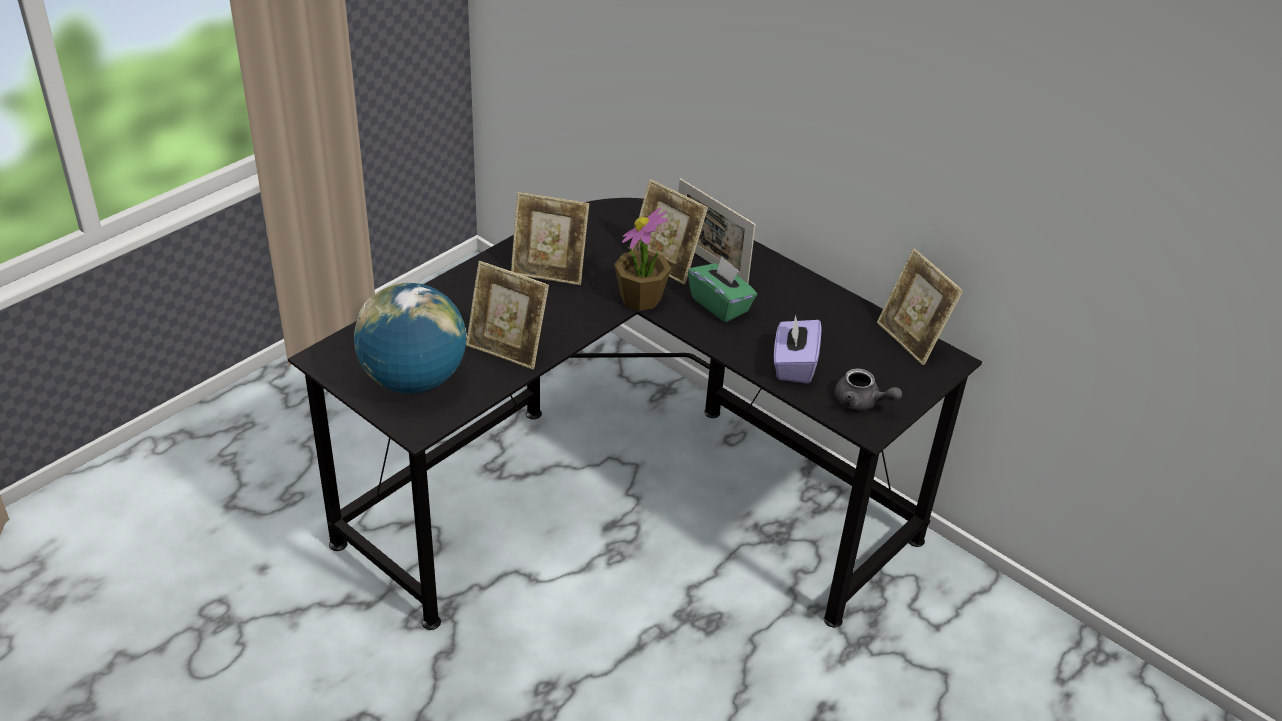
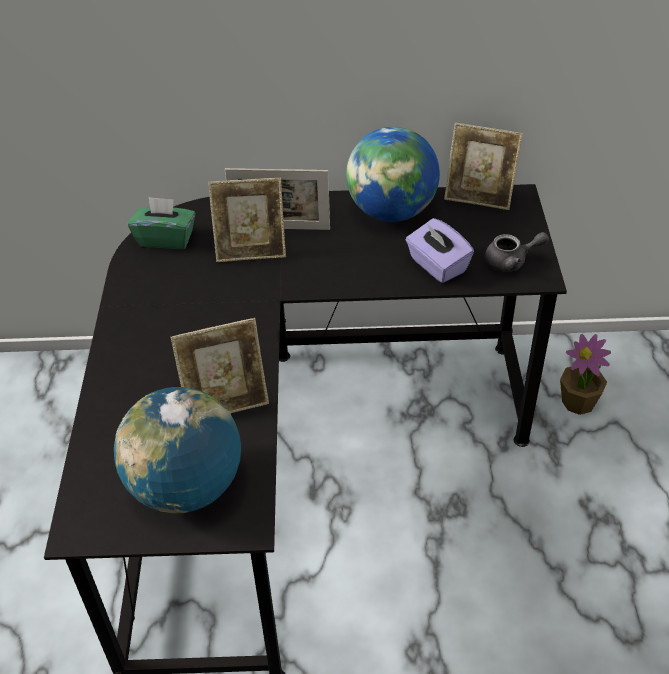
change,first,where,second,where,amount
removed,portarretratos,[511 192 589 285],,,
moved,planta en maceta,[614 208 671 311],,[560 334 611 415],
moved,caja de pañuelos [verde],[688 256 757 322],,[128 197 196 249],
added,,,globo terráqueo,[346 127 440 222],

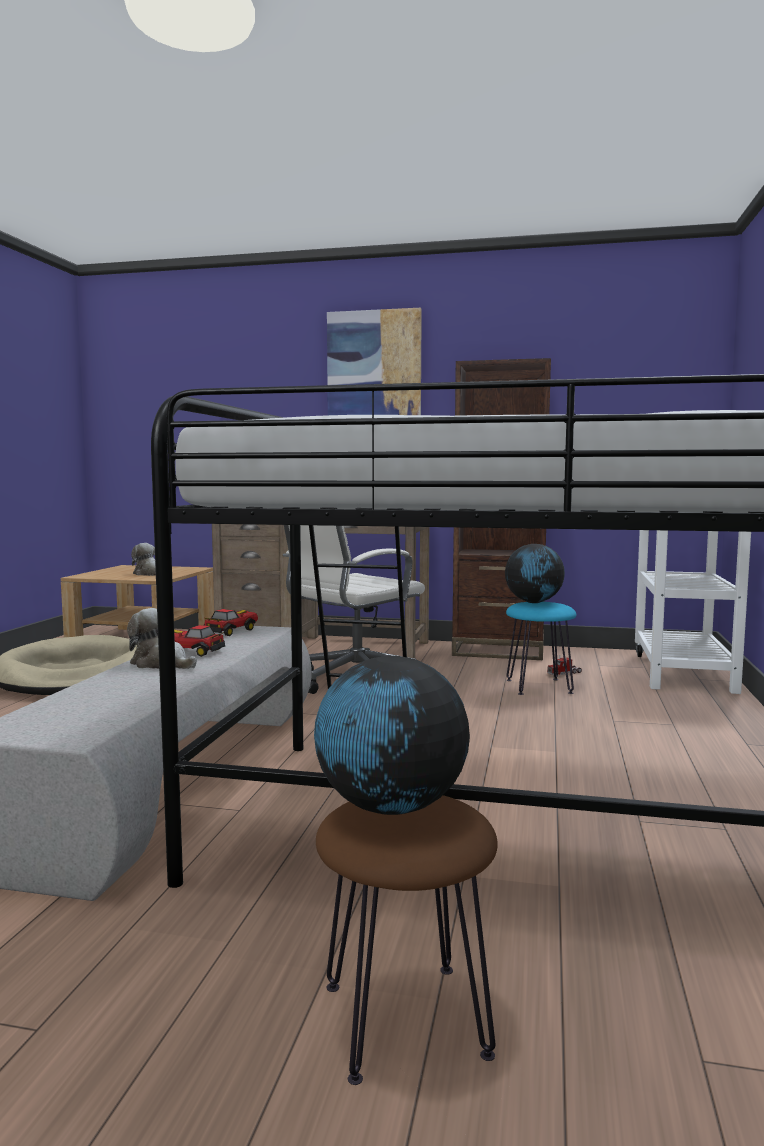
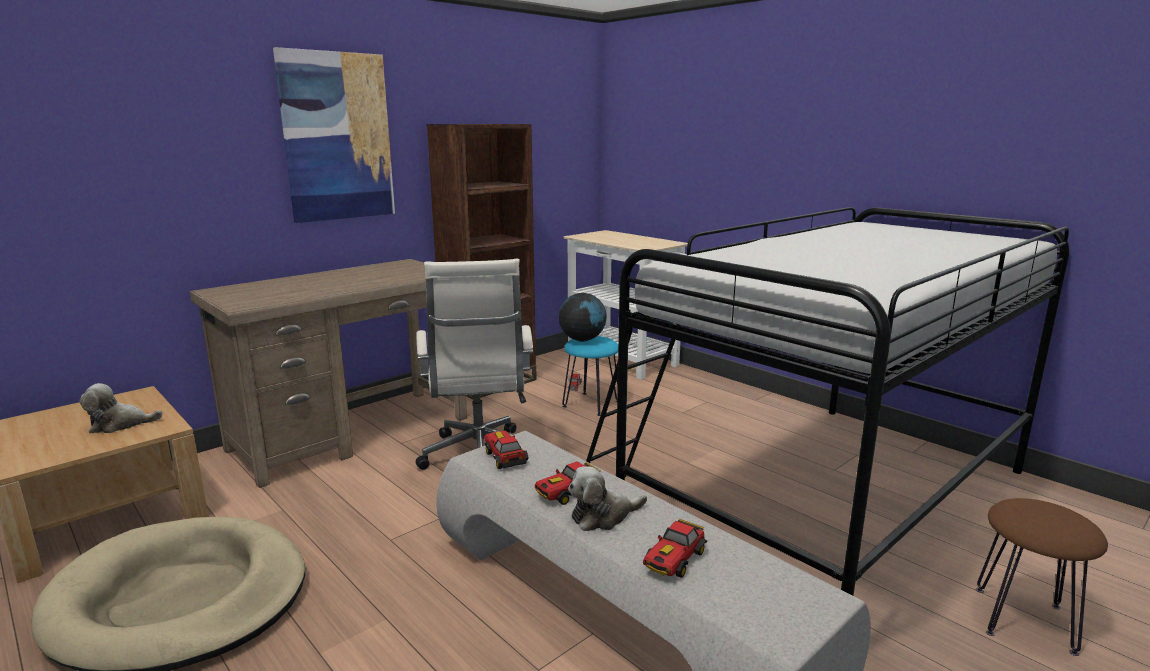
change,first,where,second,where,amount
removed,globo terráqueo,[314 656 470 815],,,
added,,,coche de juguete,[643 519 708 578],

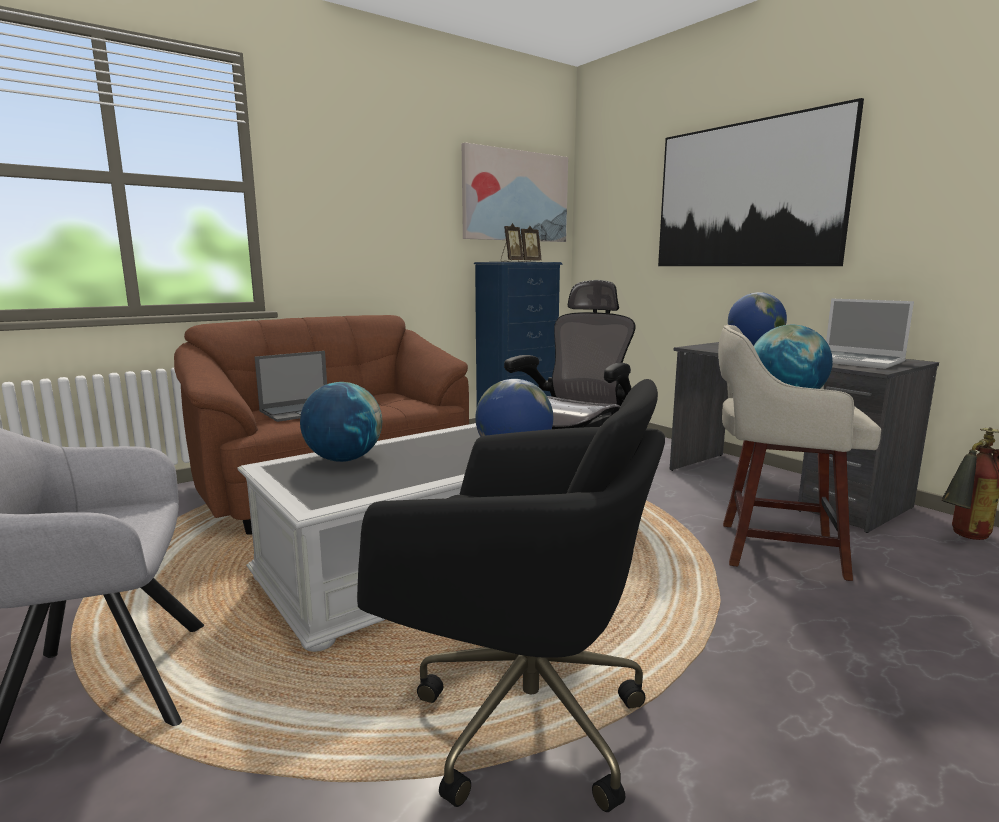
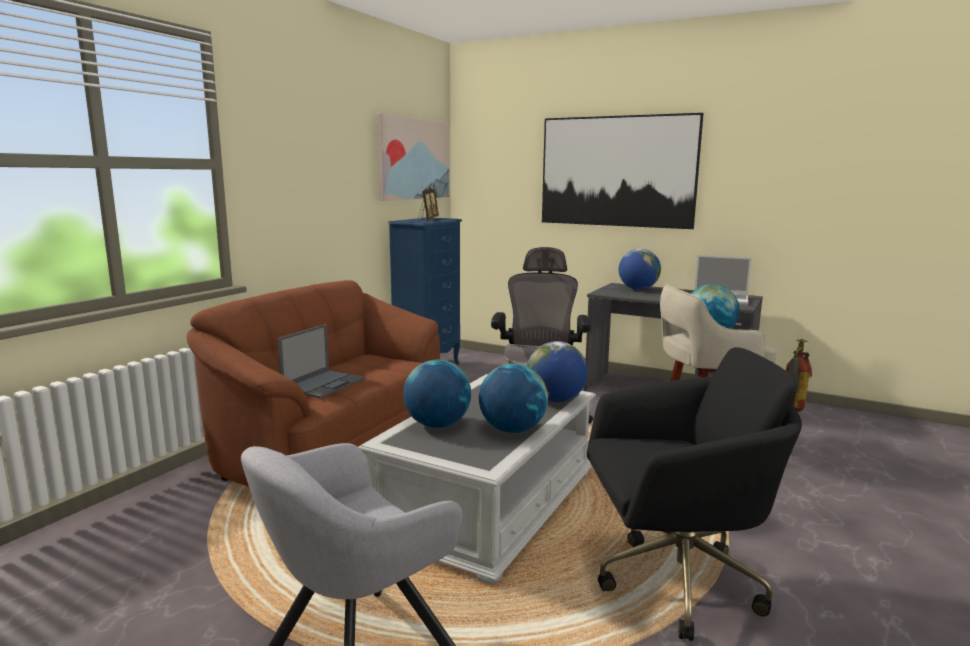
change,first,where,second,where,amount
added,,,globo terráqueo,[479 363 548 433],

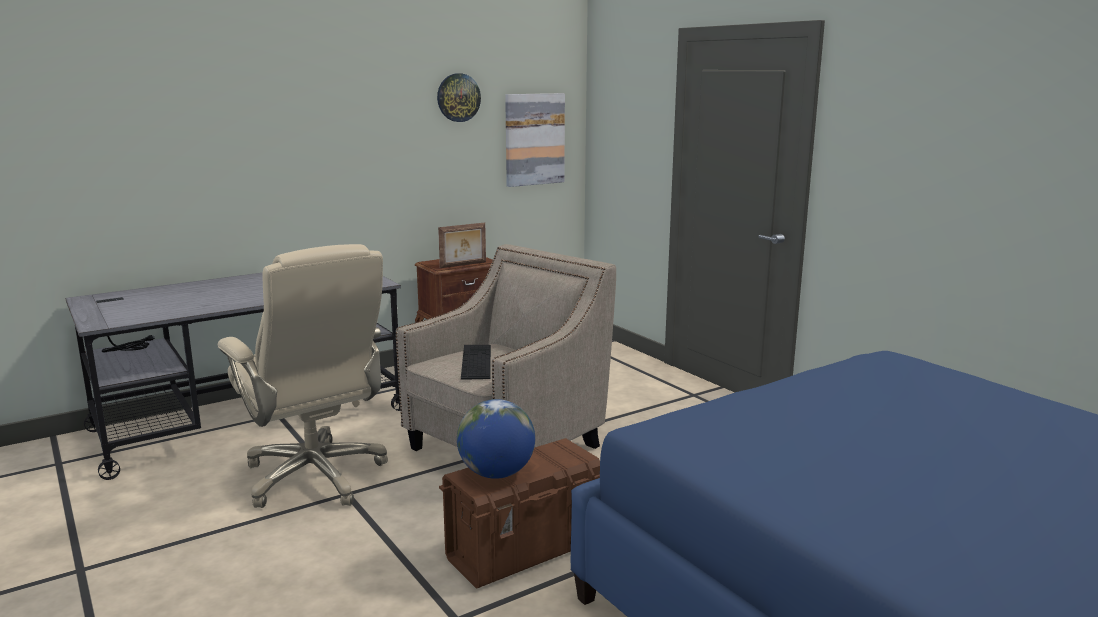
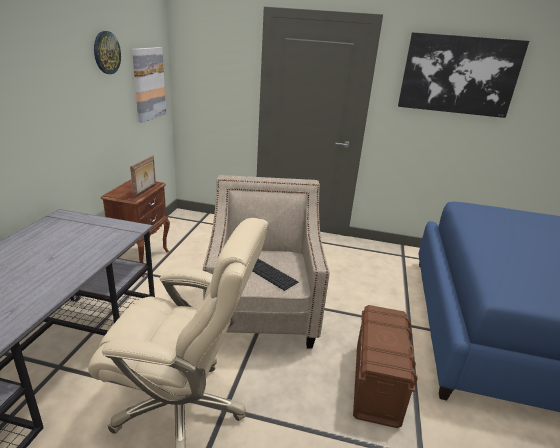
change,first,where,second,where,amount
removed,globo terráqueo,[457 399 535 479],,,
added,,,cuadro,[398 32 529 118],

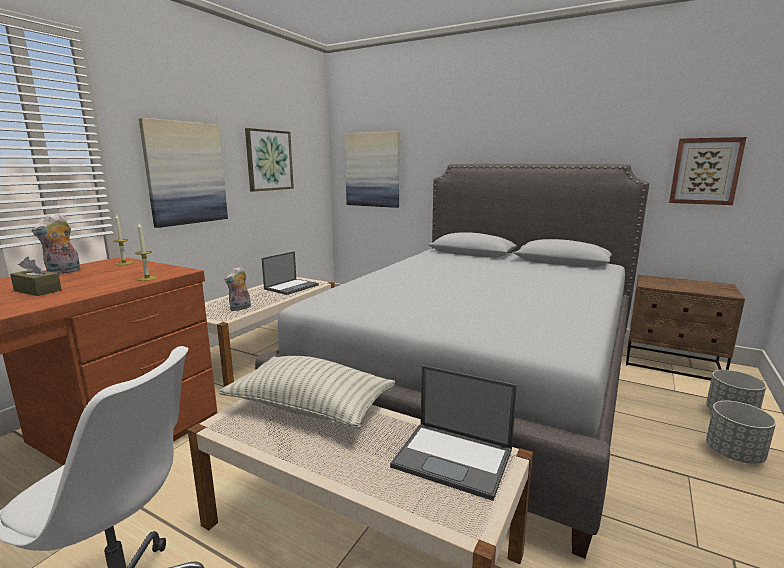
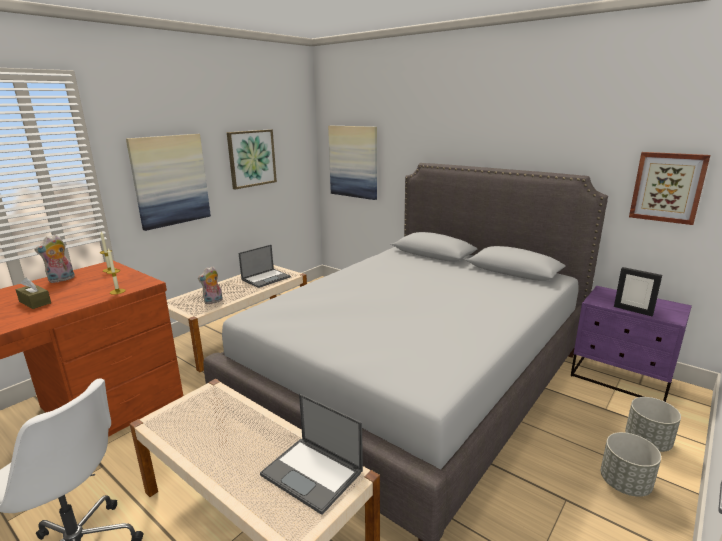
change,first,where,second,where,amount
recoloured,mesita de noche [marrón],[626 275 745 381],mesita de noche [morado],[571 286 692 402],
removed,cojín,[219 356 395 429],,,
added,,,portarretratos,[614 267 662 316],

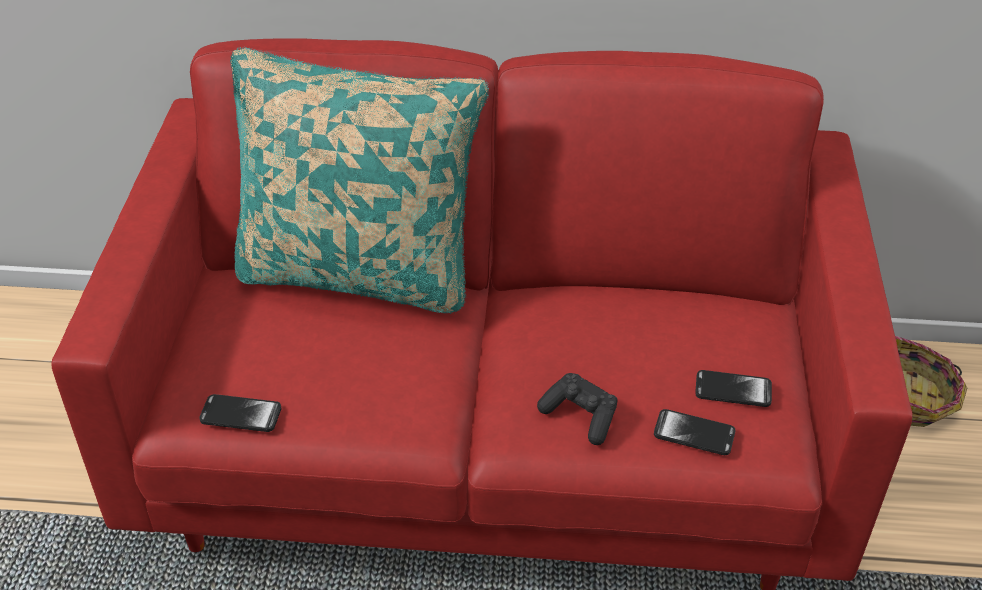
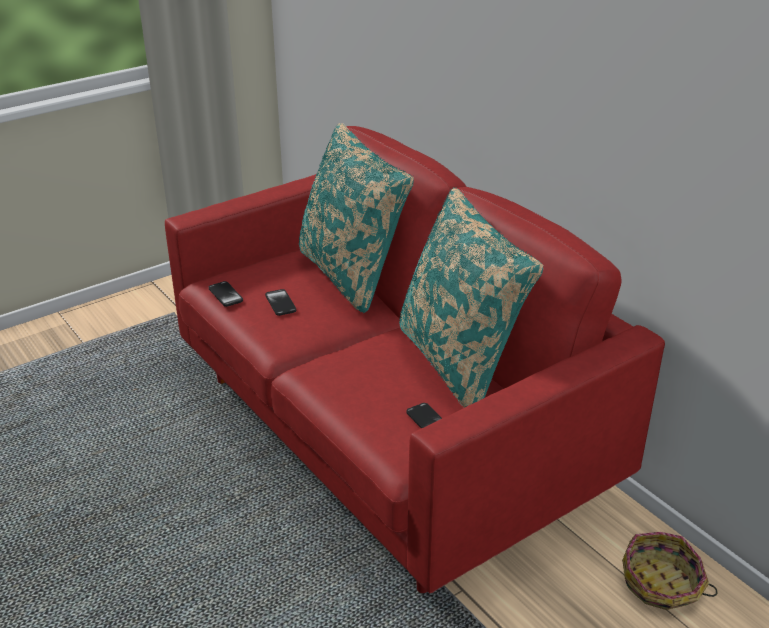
change,first,where,second,where,amount
removed,mando de consola [negro],[537 373 618 445],,,
moved,móvil,[654 409 736 455],,[265 289 296 316],
added,,,cojín [turquesa],[399 187 544 408],

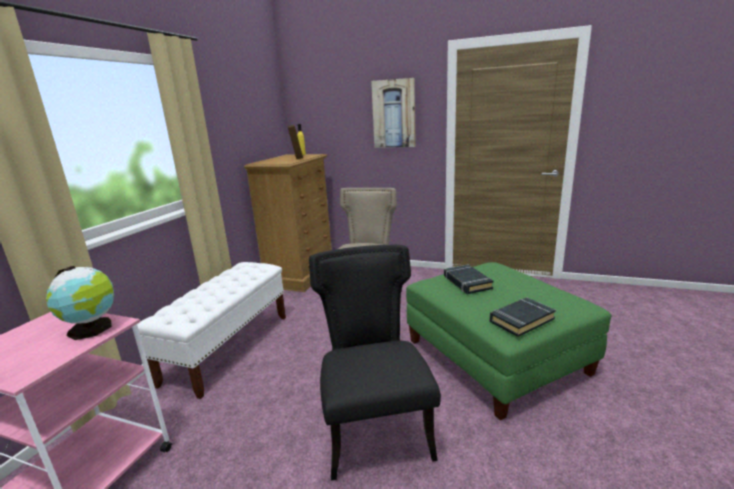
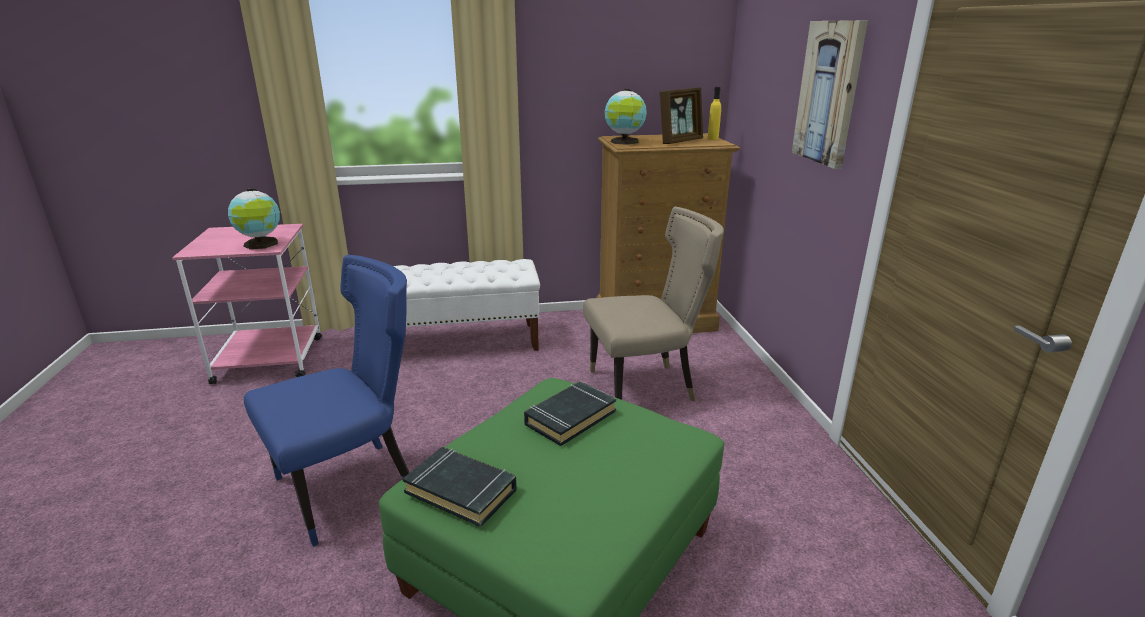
change,first,where,second,where,amount
recoloured,silla [negro],[309 245 441 481],silla [azul],[244 255 409 547],
added,,,globo terráqueo,[605 89 647 145],

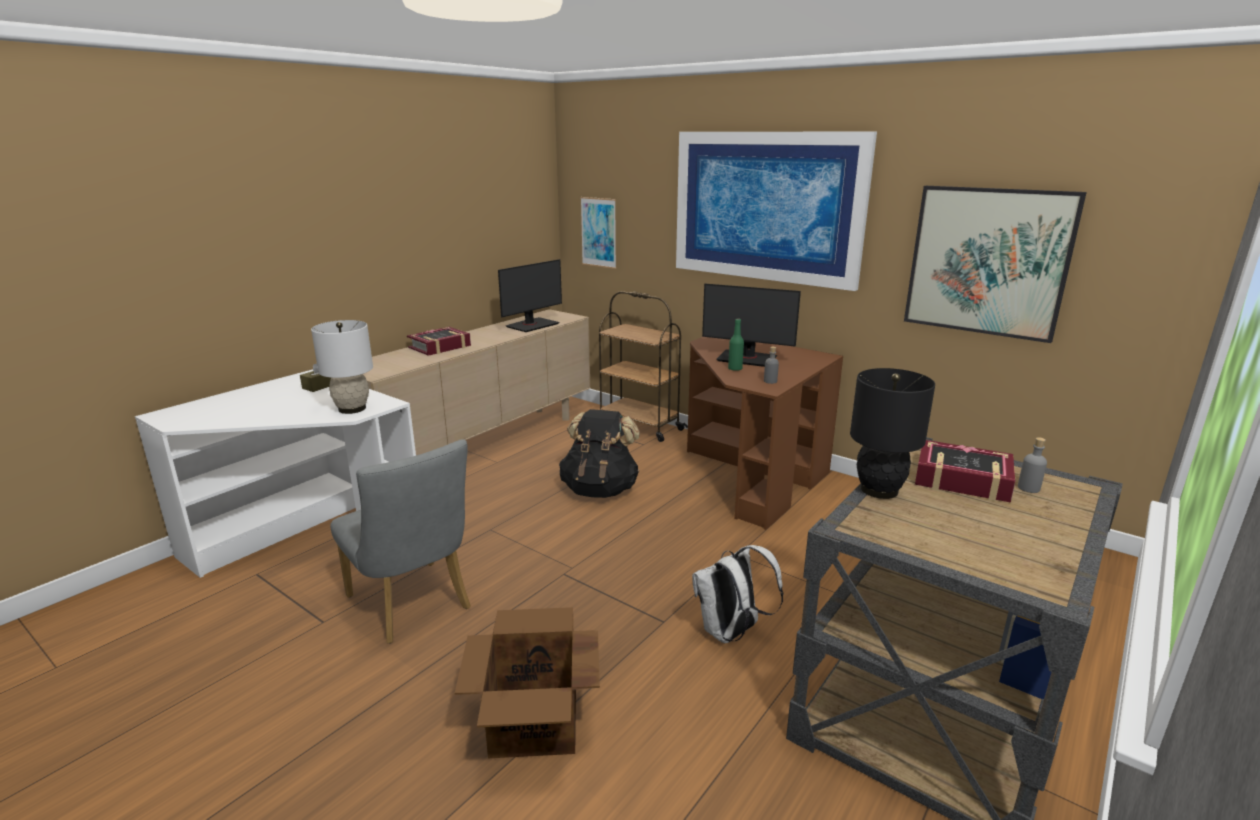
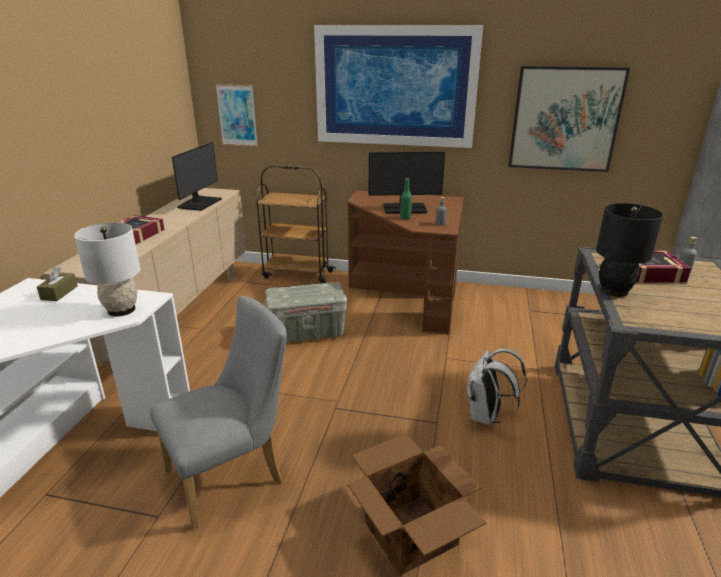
change,first,where,second,where,amount
replaced,mochila [negro],[559 409 640 498],caja de almacenaje [gris],[265 282 347 342],
turned,silla [gris],[330 439 471 643],,[150 296 287 529],60 degrees counterclockwise

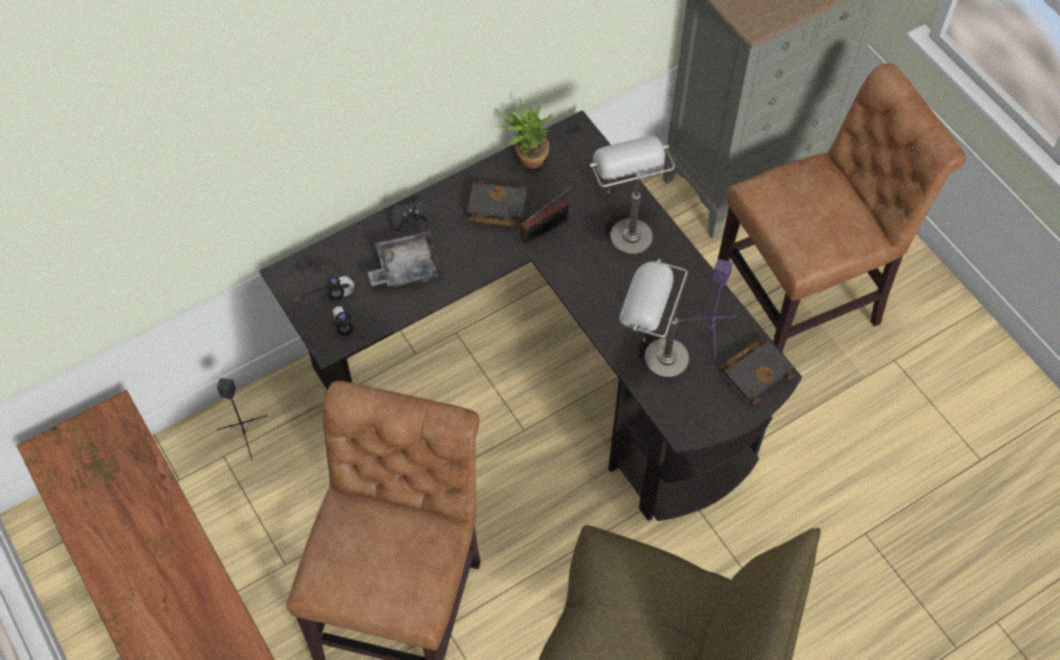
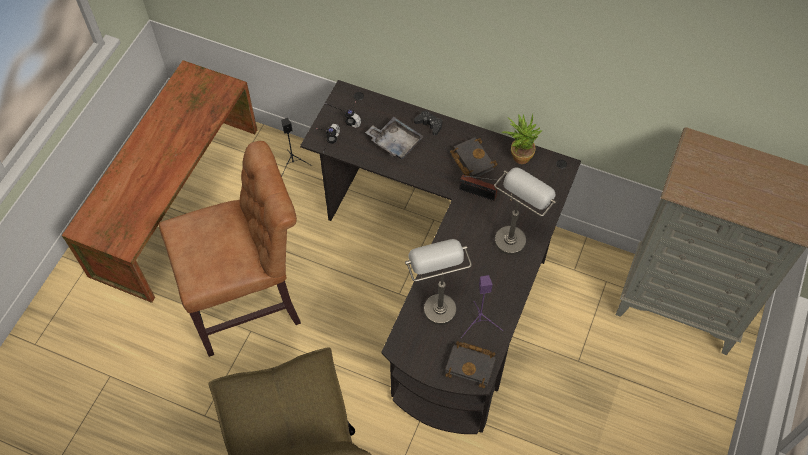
change,first,where,second,where,amount
removed,silla [marrón],[717 63 966 352],,,

